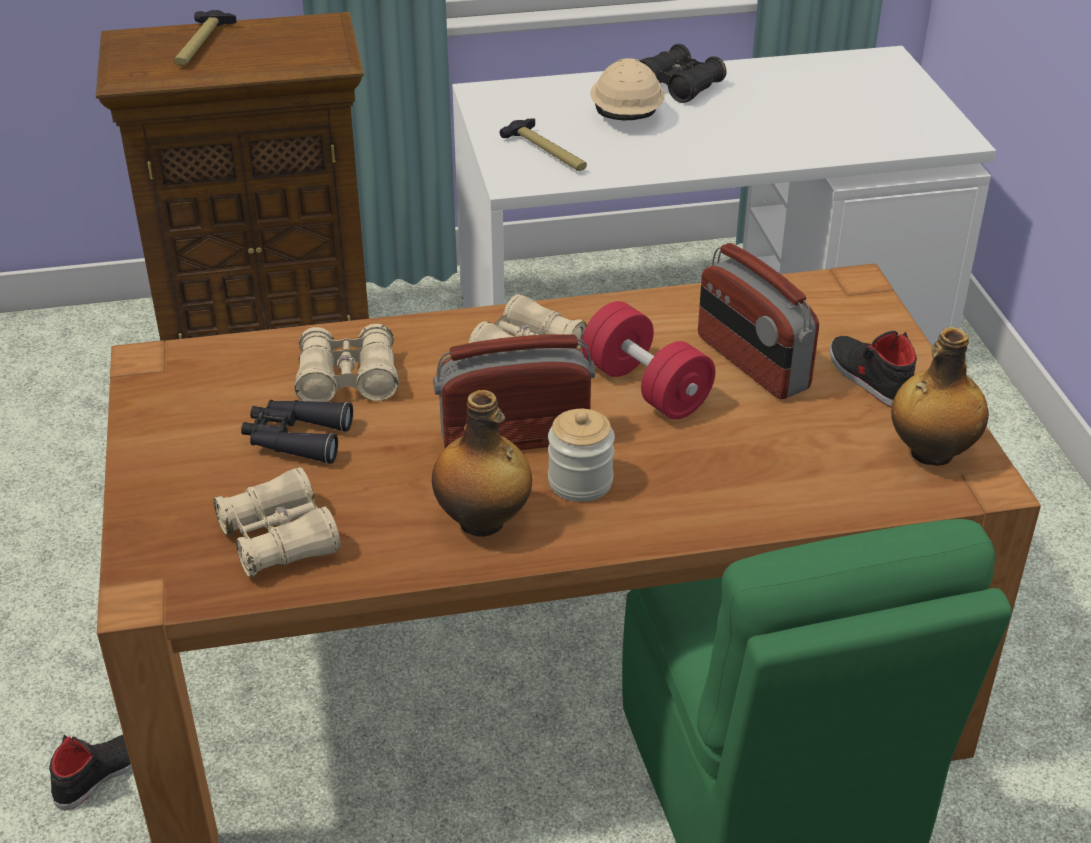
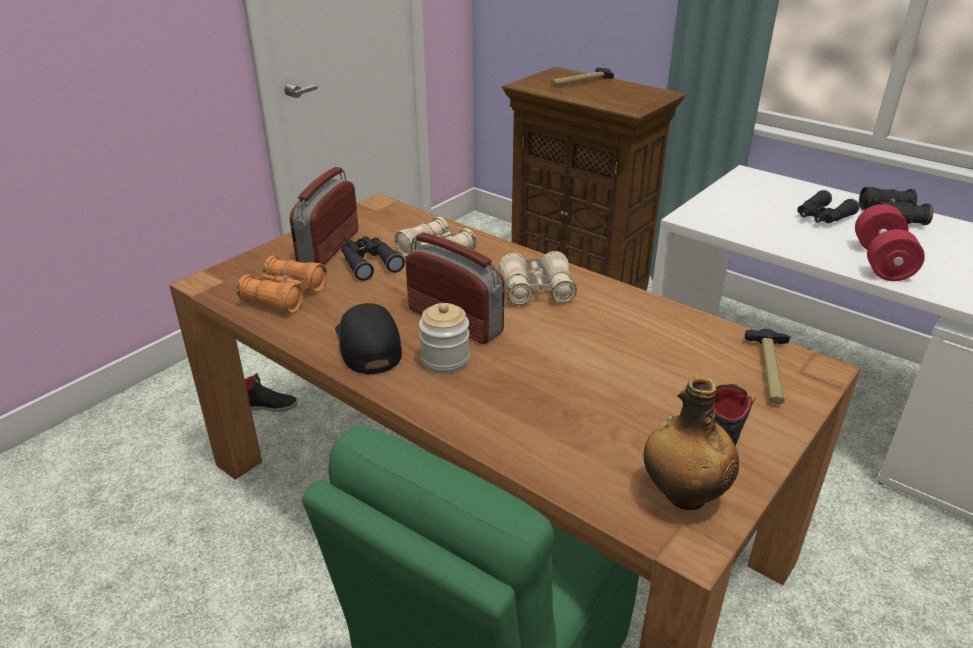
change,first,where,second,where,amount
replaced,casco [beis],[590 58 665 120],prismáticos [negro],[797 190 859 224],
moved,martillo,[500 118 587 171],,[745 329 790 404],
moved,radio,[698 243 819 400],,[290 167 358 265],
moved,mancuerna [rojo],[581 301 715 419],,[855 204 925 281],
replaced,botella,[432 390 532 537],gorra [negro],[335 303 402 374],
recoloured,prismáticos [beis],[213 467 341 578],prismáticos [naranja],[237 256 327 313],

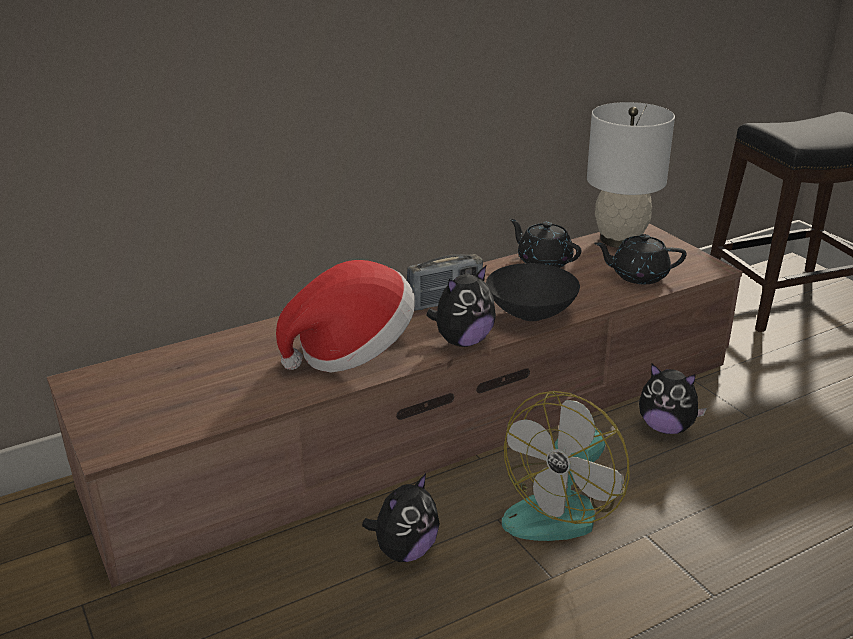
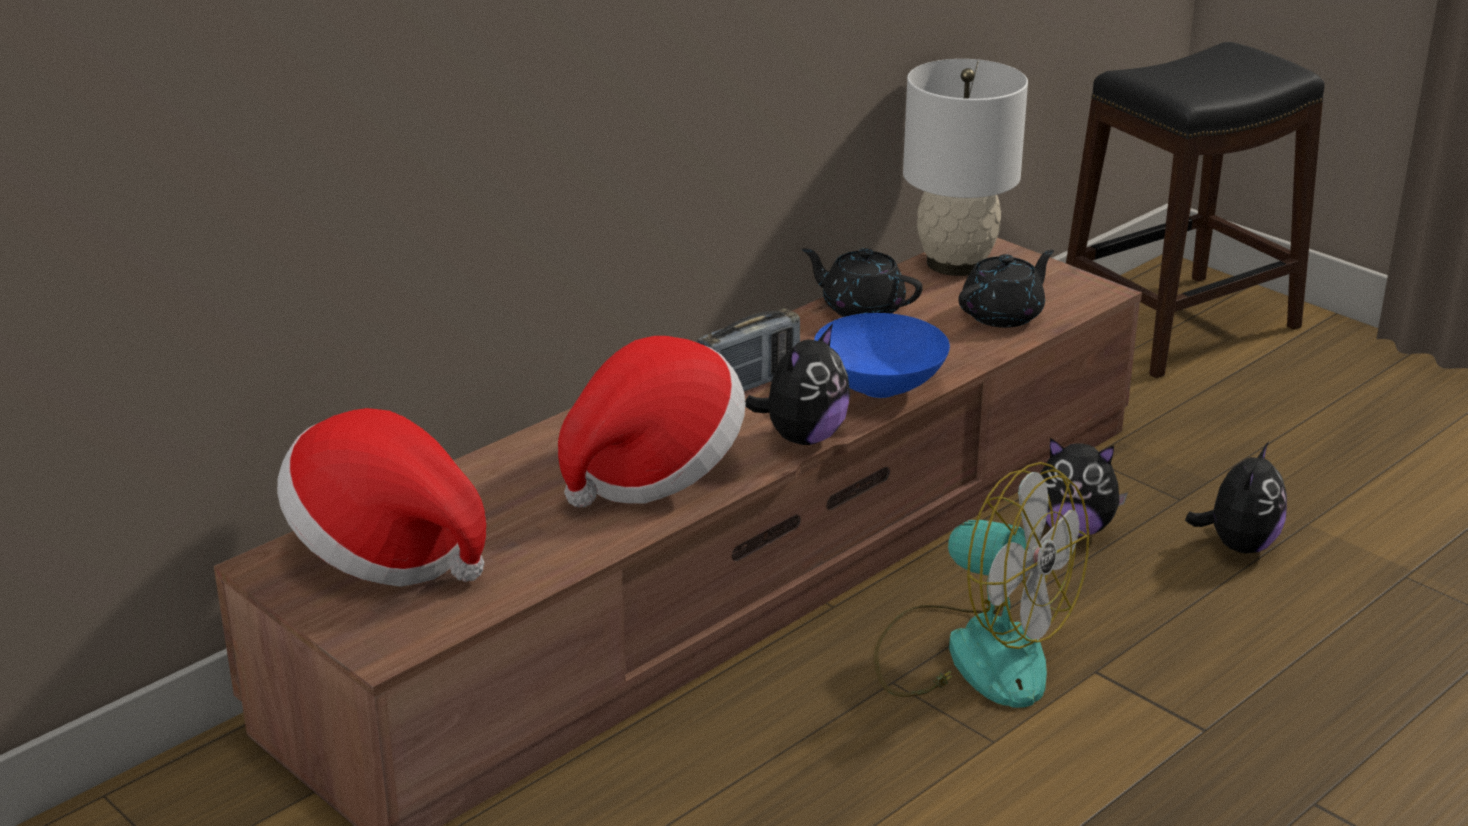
change,first,where,second,where,amount
turned,tetera [negro],[594 234 687 284],,[959 250 1054 328],150 degrees clockwise
recoloured,cuenco [negro],[486 263 580 321],cuenco [azul],[814 313 950 398],
turned,ventilador,[502 391 630 541],,[874 462 1089 708],75 degrees counterclockwise
moved,peluche,[362 473 440 562],,[1185 441 1287 553],
added,,,sombrero,[277 408 486 587],

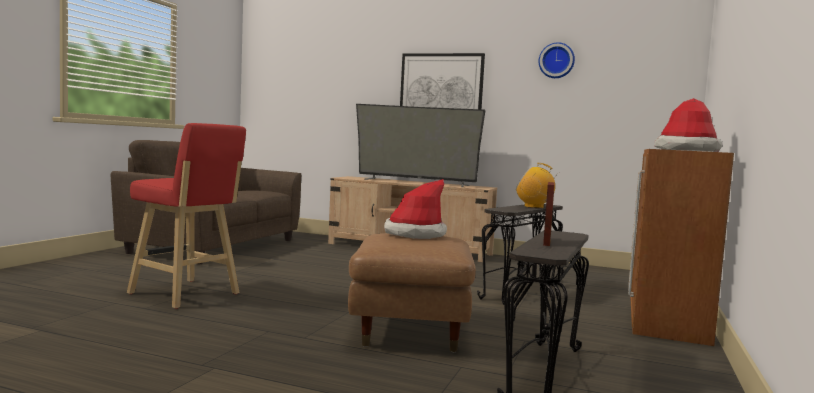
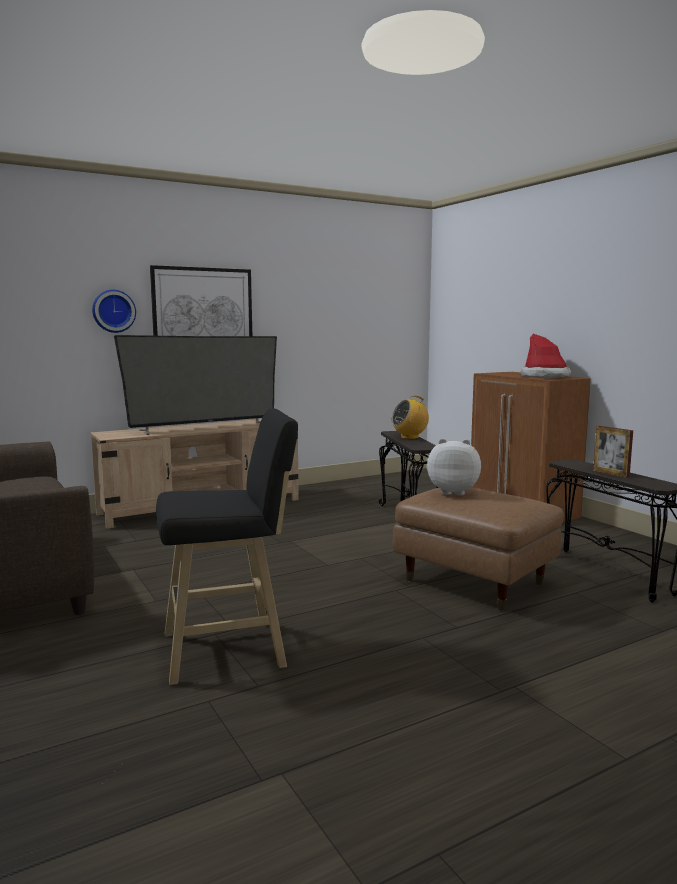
change,first,where,second,where,amount
moved,reloj de pared,[539 42 575 78],,[92 290 136 333],
recoloured,taburete [rojo],[127 123 246 309],taburete [negro],[156 408 298 685],
replaced,sombrero,[384 179 447 239],peluche,[427 438 481 496],

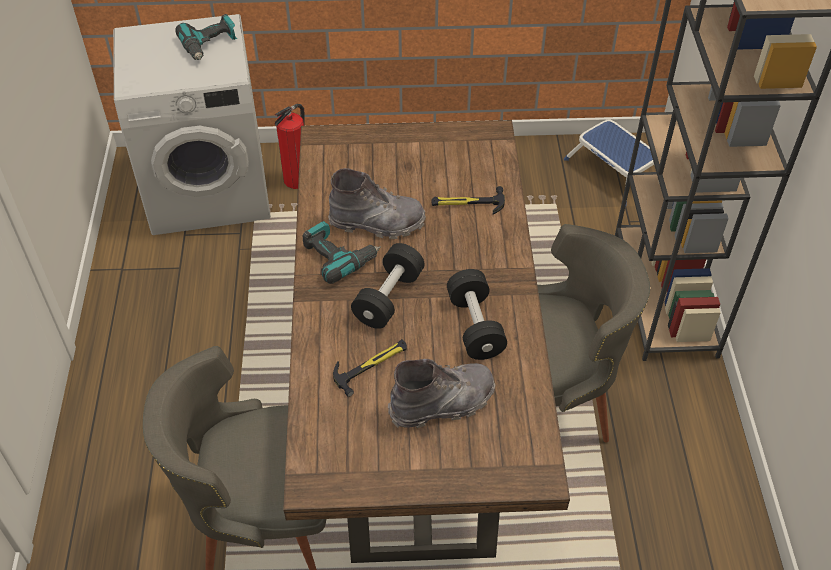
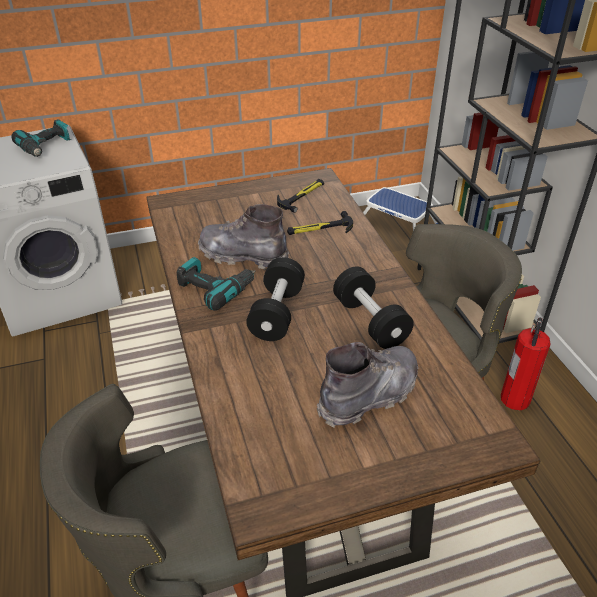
change,first,where,second,where,amount
moved,extintor,[275 104 305 189],,[501 318 551 410],
turned,bota [gris],[328 168 426 239],,[198 204 289 269],150 degrees counterclockwise
moved,martillo,[333 339 407 397],,[277 179 324 213],

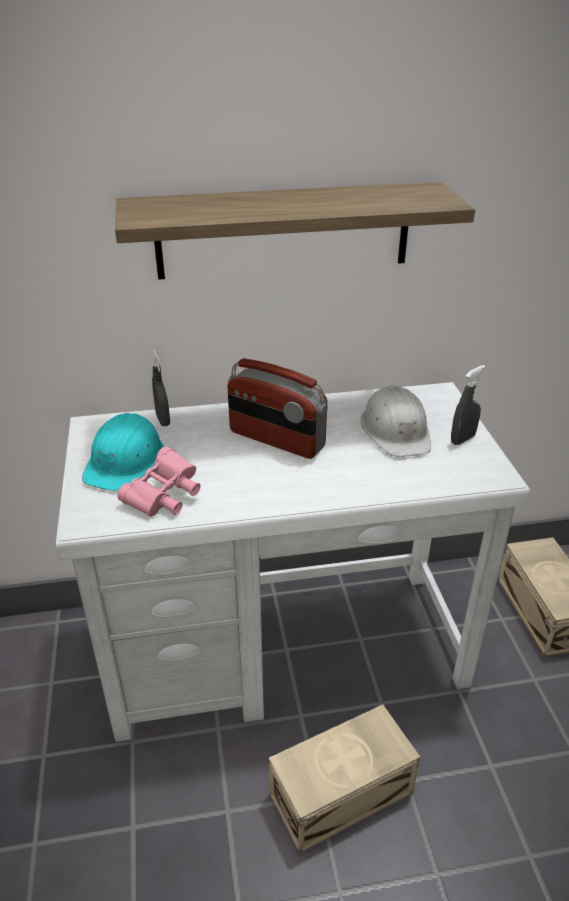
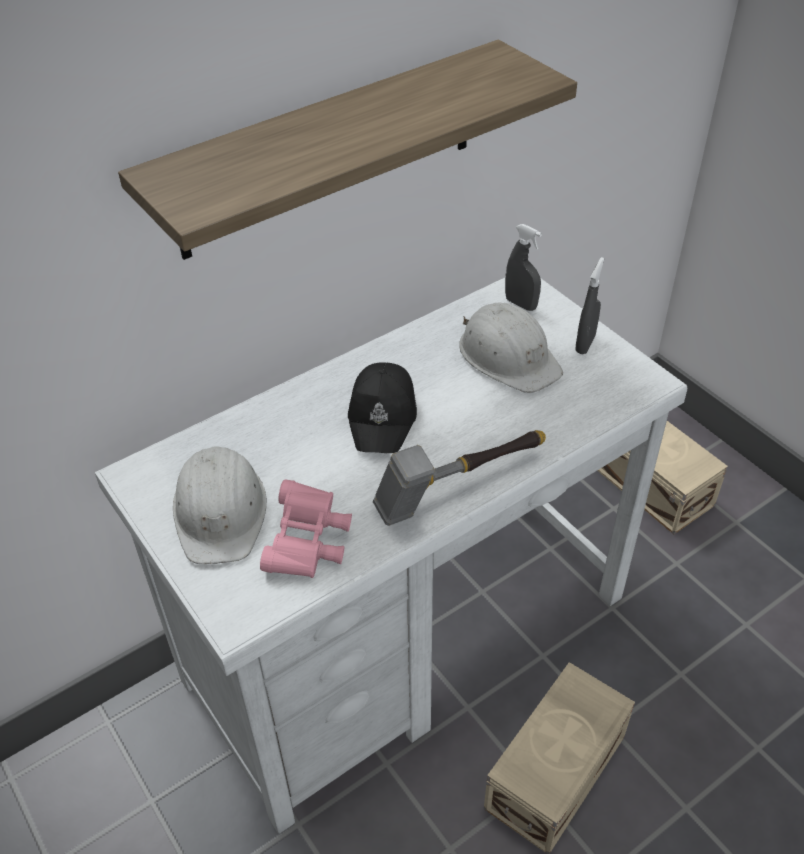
change,first,where,second,where,amount
moved,pulverizador [gris],[151 349 170 426],,[505 224 542 311],
replaced,radio,[227 358 328 459],gorra [negro],[348 362 417 453],
recoloured,casco [turquesa],[82 413 164 491],casco [blanco],[173 446 267 564],
added,,,martillo,[373 430 546 526],

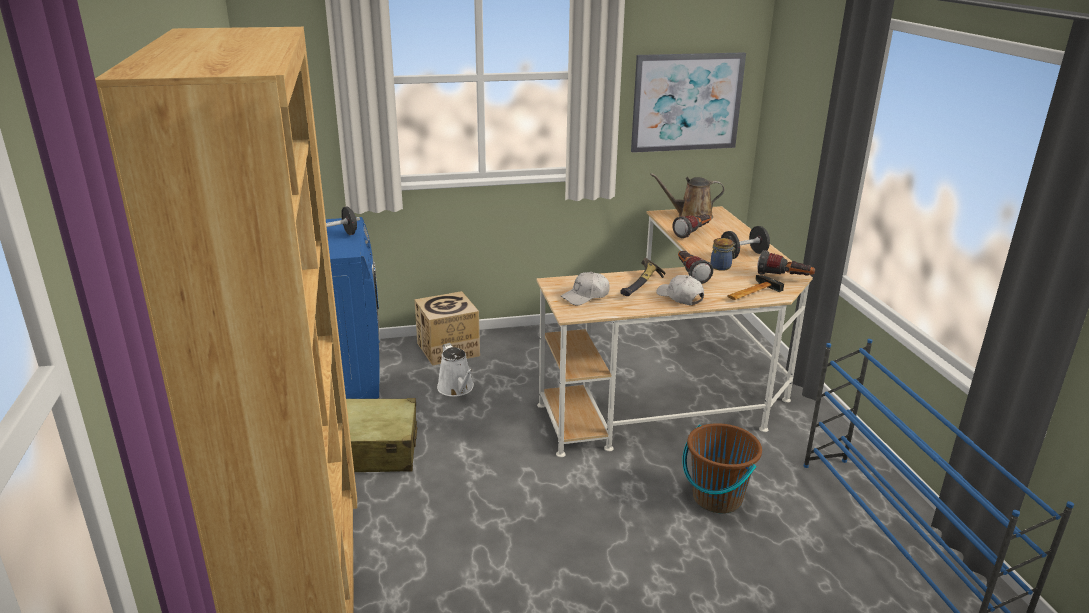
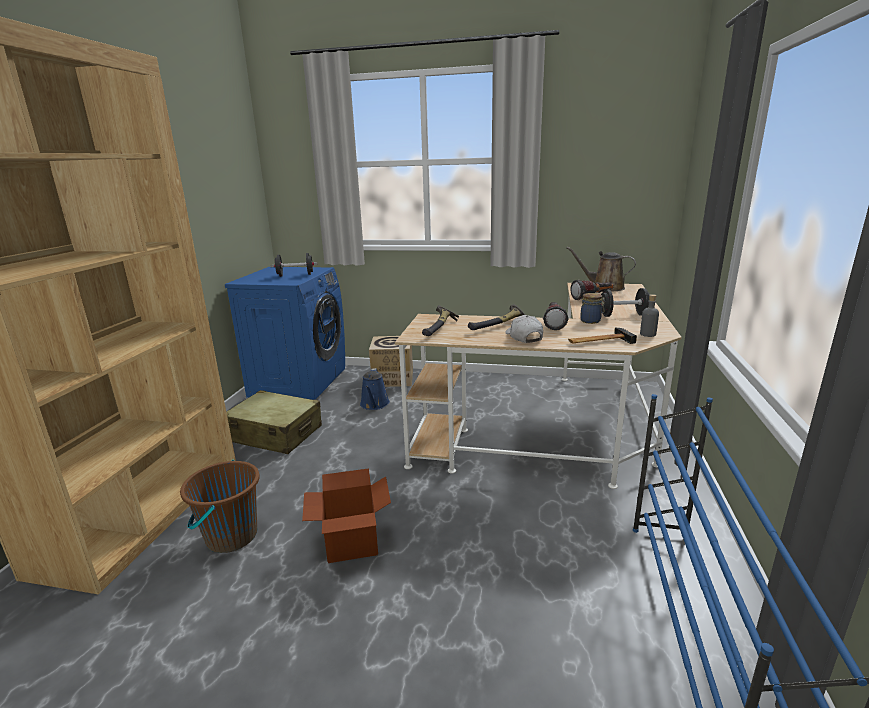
change,first,where,second,where,amount
removed,cuadro,[631 52 746 153],,,
replaced,linterna,[757 250 815 275],botella [gris],[640 294 659 337],
replaced,gorra [blanco],[561 272 610 305],martillo,[422 305 459 336],
recoloured,regadera [blanco],[437 343 474 397],regadera [azul],[360 368 390 410],
moved,cubo [marrón],[682 423 762 514],,[180 460 260 553],
added,,,caja de cartón,[302 468 391 563],

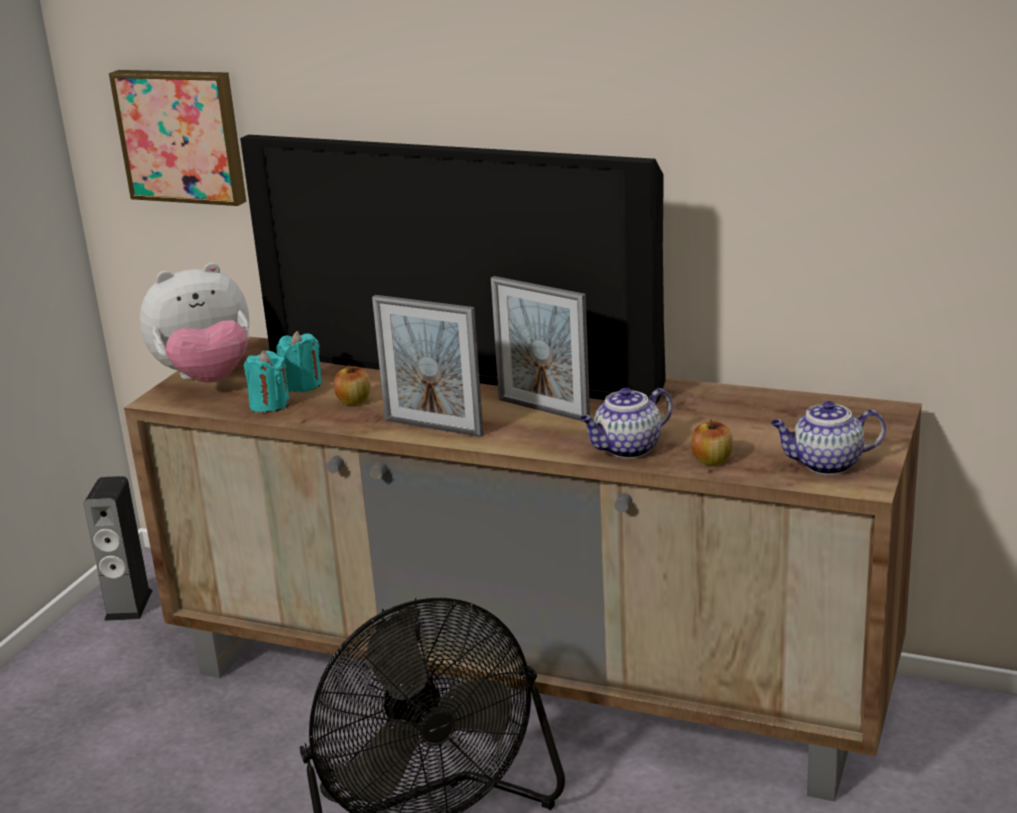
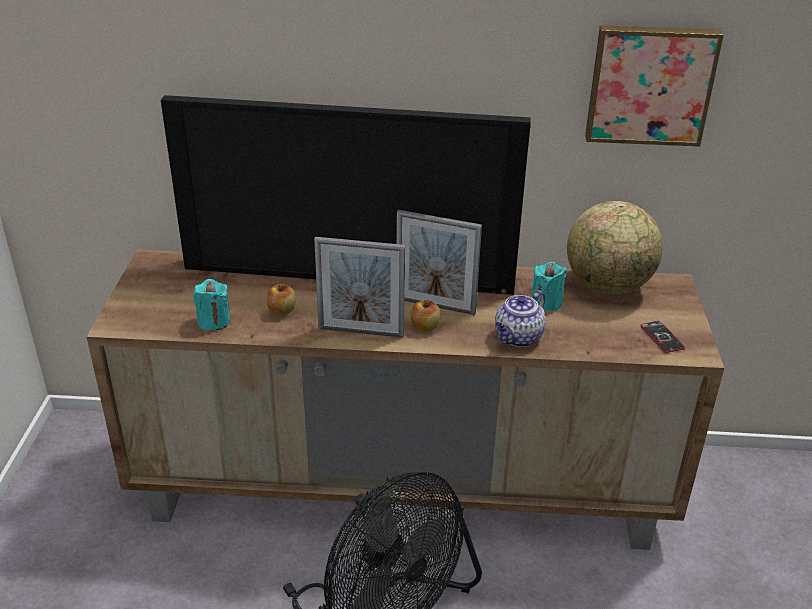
change,first,where,second,where,amount
moved,cuadro,[109 70 246 206],,[585 25 724 147],
removed,peluche,[140 262 250 383],,,
moved,vela [turquesa],[276 331 322 392],,[531 262 567 311],
replaced,tetera,[771 401 886 475],móvil,[641 321 685 353],
moved,manzana,[691 419 733 465],,[411 300 440 332],
removed,altavoz,[84 476 153 621],,,
added,,,globo terráqueo,[567 201 663 294],

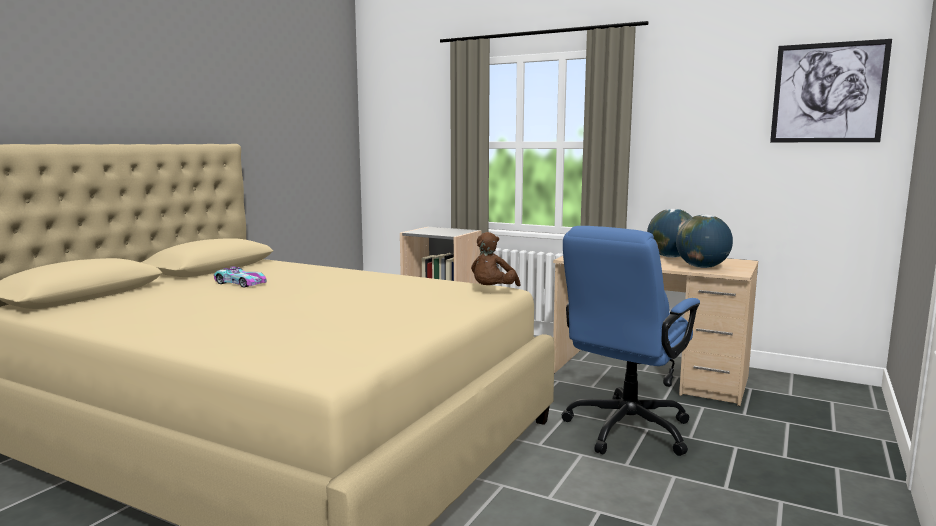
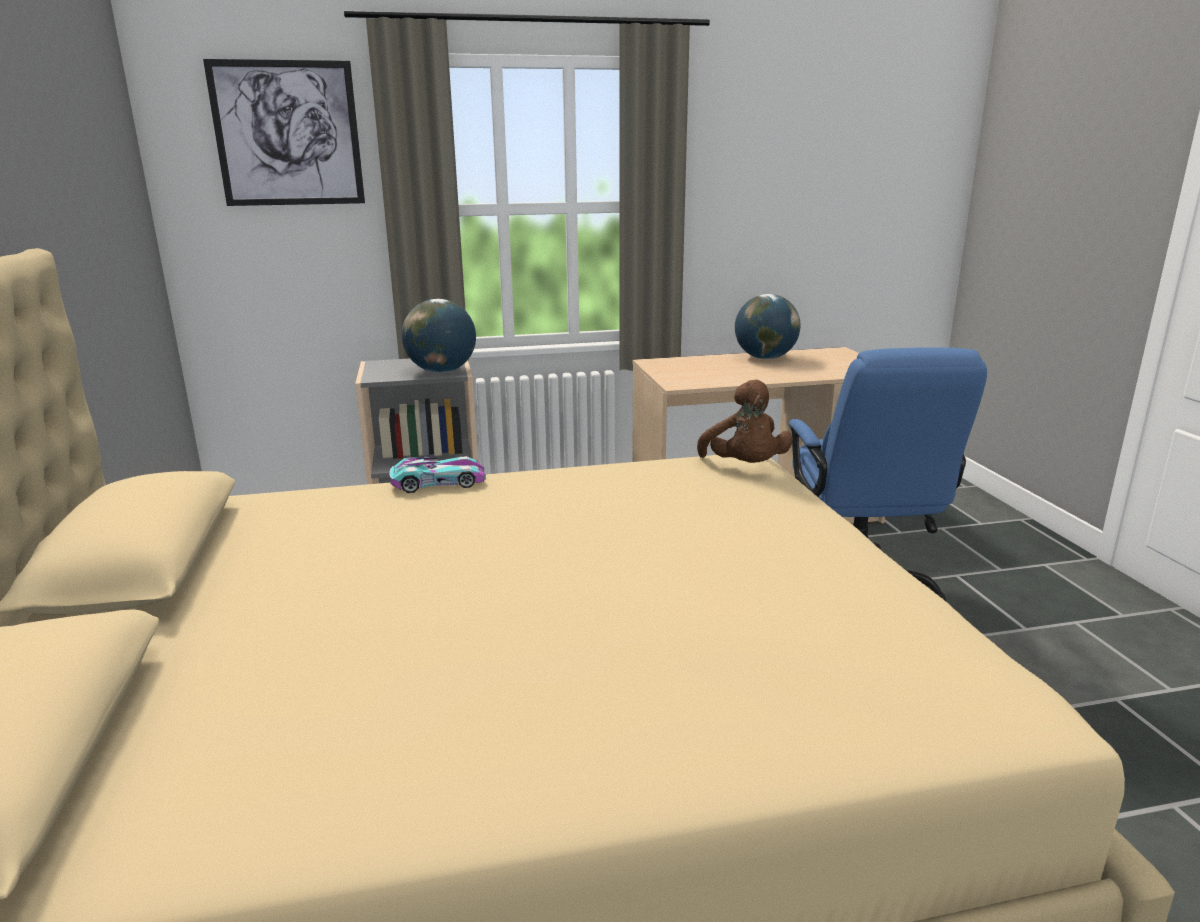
change,first,where,second,where,amount
moved,cuadro,[770 39 892 142],,[203 59 365 206],
moved,globo terráqueo,[676 215 733 268],,[402 299 476 373],
moved,coche de juguete,[214 266 267 288],,[389 456 486 493],

